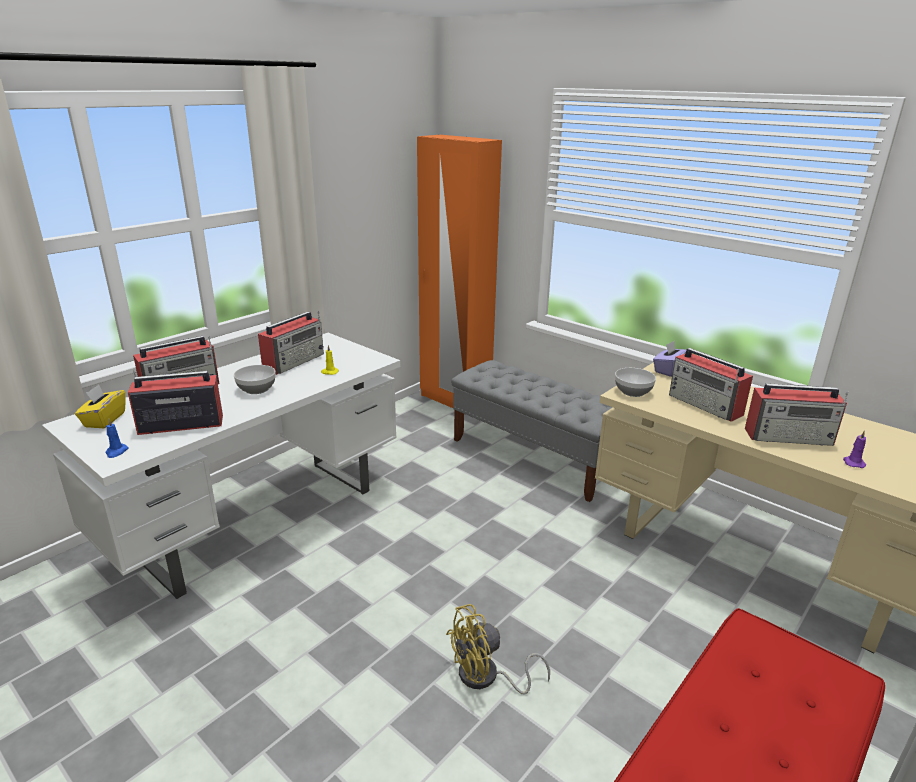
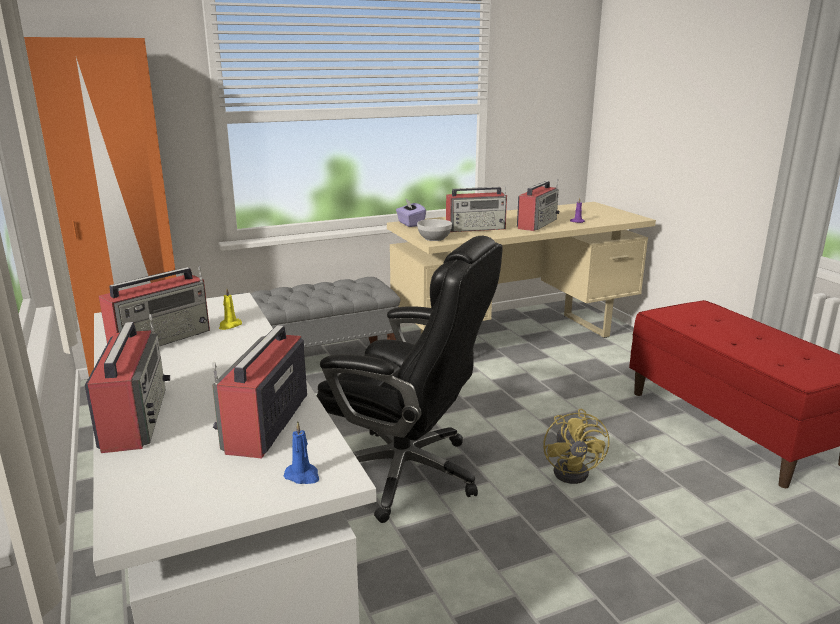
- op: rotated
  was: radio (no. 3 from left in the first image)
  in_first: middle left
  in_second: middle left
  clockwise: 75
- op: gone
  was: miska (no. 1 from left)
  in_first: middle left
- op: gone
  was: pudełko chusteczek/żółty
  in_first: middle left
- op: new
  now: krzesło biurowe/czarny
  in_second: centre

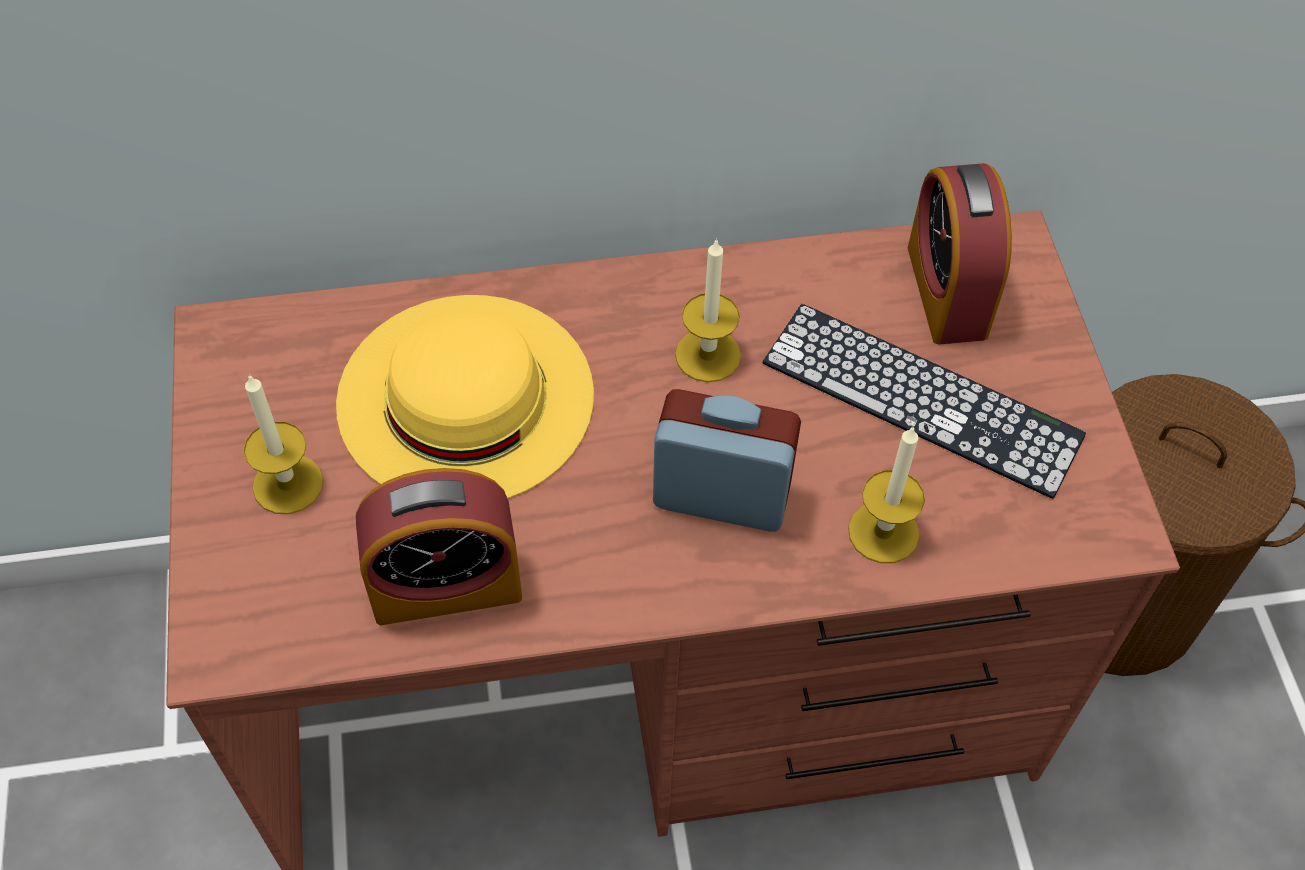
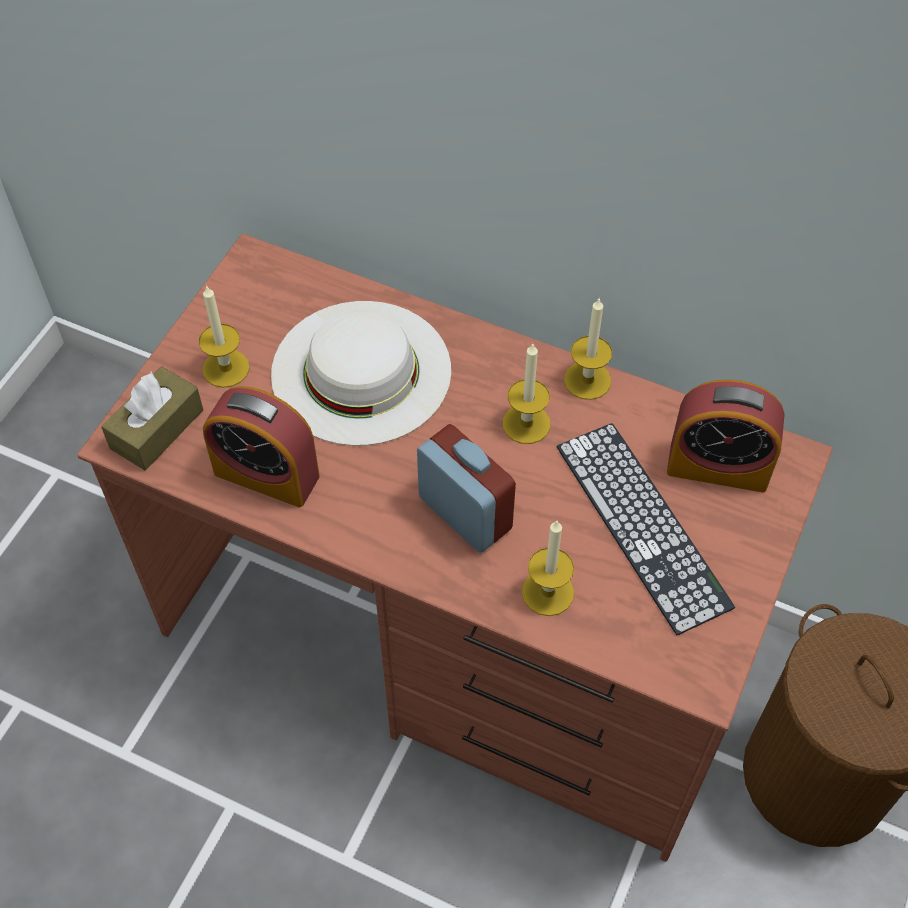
- op: rotated
  was: budzik (no. 3 from left)
  in_first: top right
  in_second: middle right
  clockwise: -105
- op: repainted
  was: kapelusz/żółty
  now: kapelusz/biały
  in_first: centre
  in_second: centre
- op: new
  now: świeca (no. 4 from left)
  in_second: centre
- op: new
  now: pudełko chusteczek/brązowy
  in_second: middle left

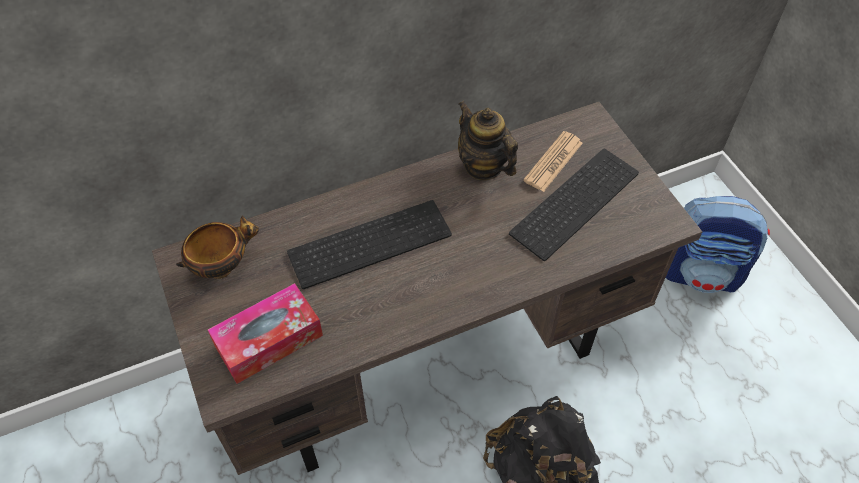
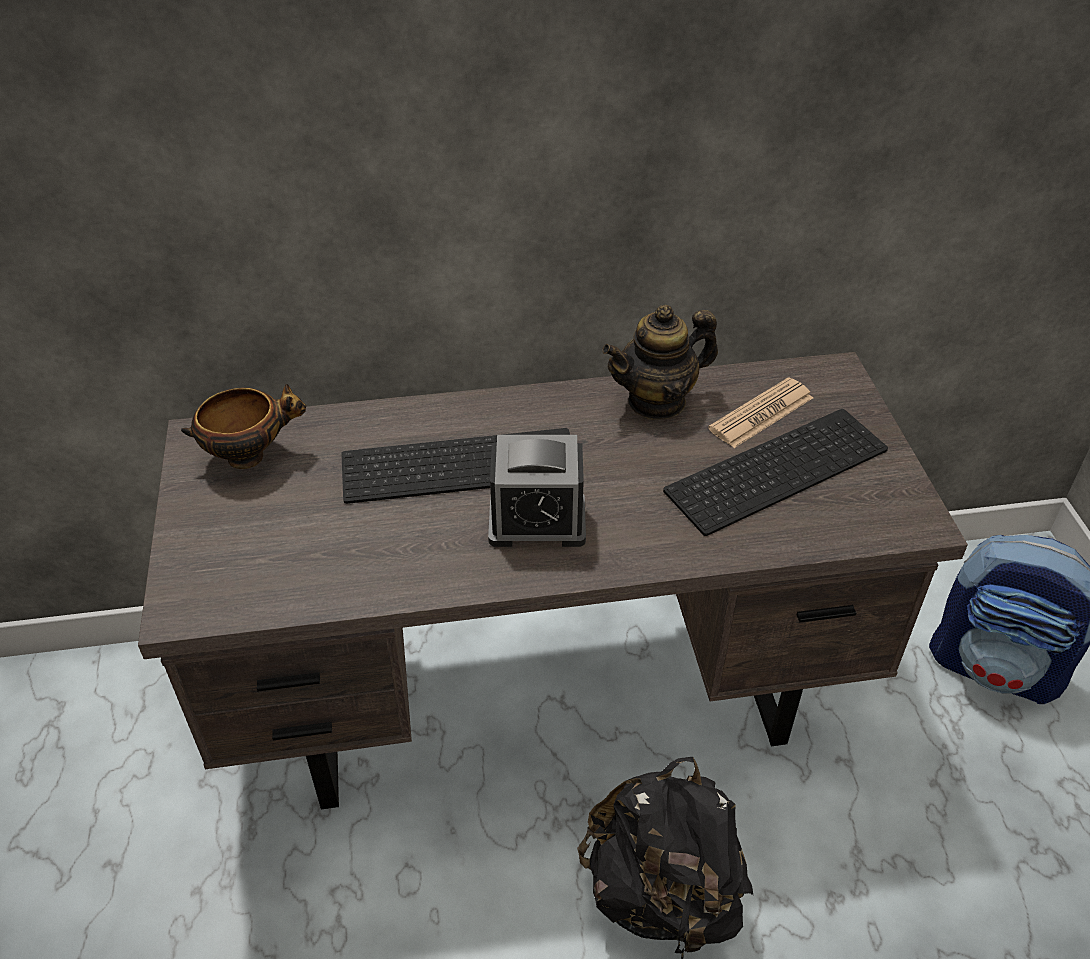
- op: rotated
  was: imbryk
  in_first: top centre
  in_second: centre
  clockwise: -90
- op: gone
  was: pudełko chusteczek
  in_first: bottom left
- op: new
  now: budzik
  in_second: centre

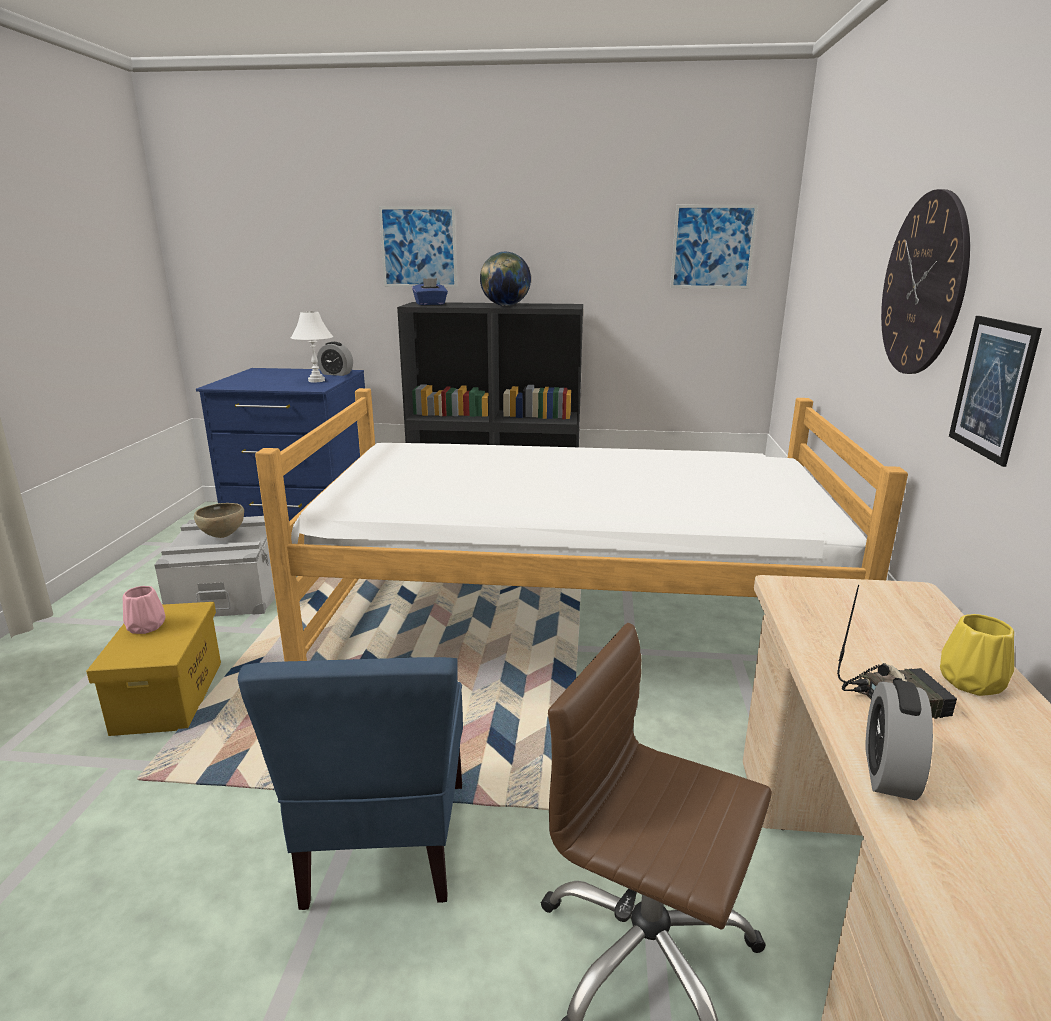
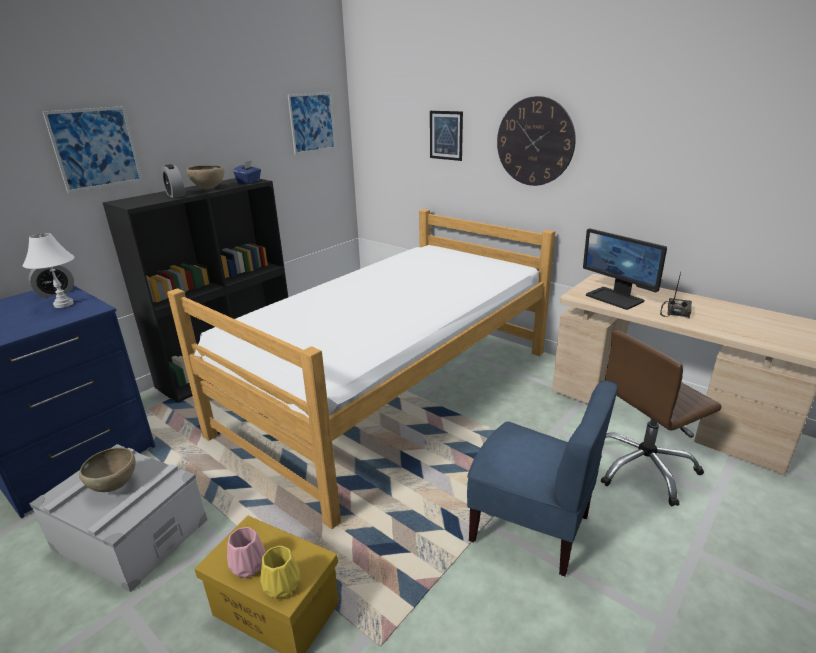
- op: swapped
  was: globus
  now: miska/brązowy (no. 2 from left)
  in_first: top centre
  in_second: top left
- op: shifted
  was: pudełko chusteczek/niebieski
  in_first: top centre
  in_second: top left
- op: shifted
  was: obraz (no. 3 from left)
  in_first: middle right
  in_second: top centre
- op: shifted
  was: wazon/żółty
  in_first: middle right
  in_second: bottom centre
- op: shifted
  was: budzik (no. 2 from left)
  in_first: bottom right
  in_second: top left
- op: new
  now: monitor
  in_second: middle right

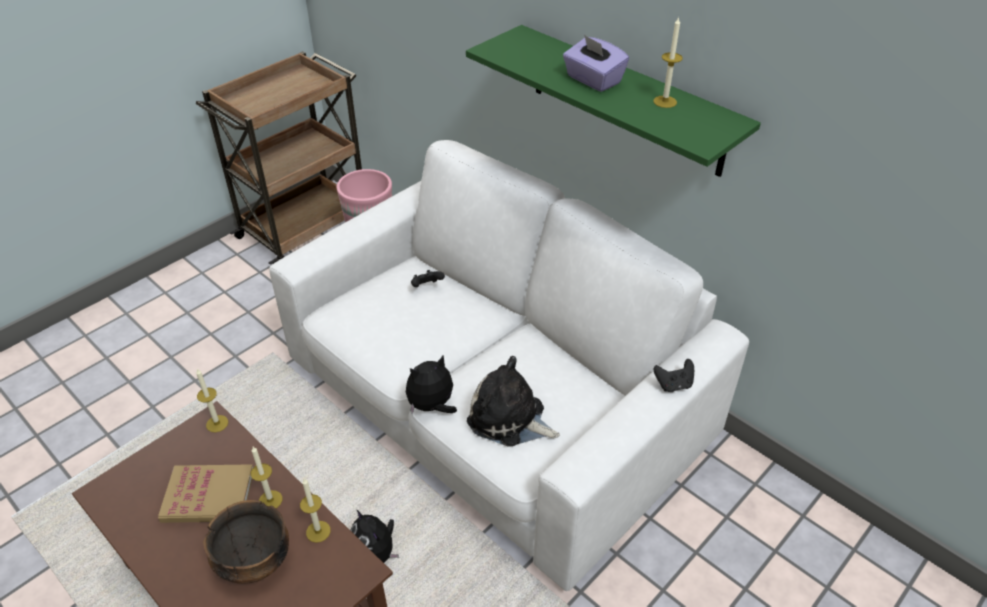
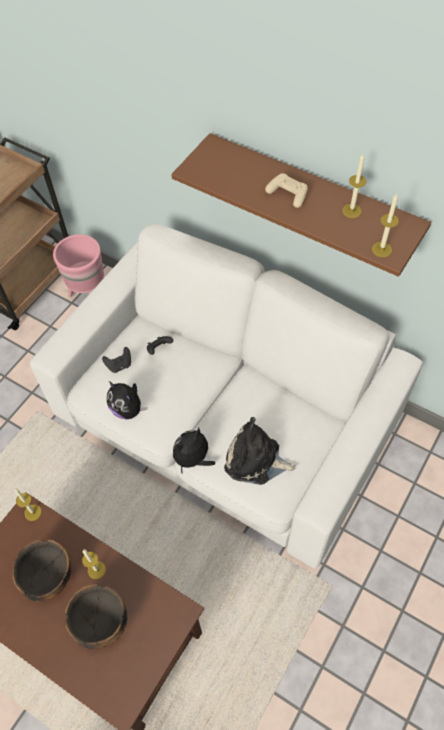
- op: repainted
  was: półka/zielony
  now: półka/brązowy
  in_first: top centre
  in_second: top right
- op: swapped
  was: pudełko chusteczek/fioletowy
  now: pad do gier/beżowy
  in_first: top centre
  in_second: top centre
- op: shifted
  was: pad do gier/czarny (no. 2 from left in the first image)
  now: pad do gier/czarny (no. 1 from left)
  in_first: middle right
  in_second: middle left
- op: swapped
  was: książka
  now: miska (no. 1 from left)
  in_first: bottom left
  in_second: bottom left
- op: shifted
  was: świeca (no. 3 from left in the first image)
  now: świeca (no. 4 from left)
  in_first: bottom left
  in_second: top right
- op: shifted
  was: pluszak (no. 1 from left)
  in_first: bottom centre
  in_second: middle left

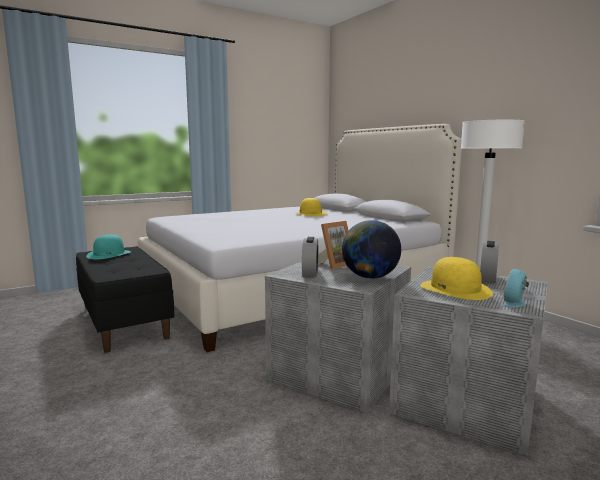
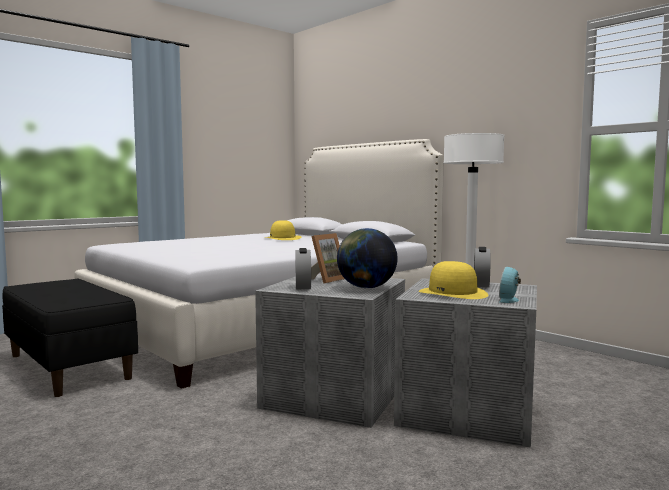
- op: gone
  was: kapelusz/turkusowy
  in_first: middle left

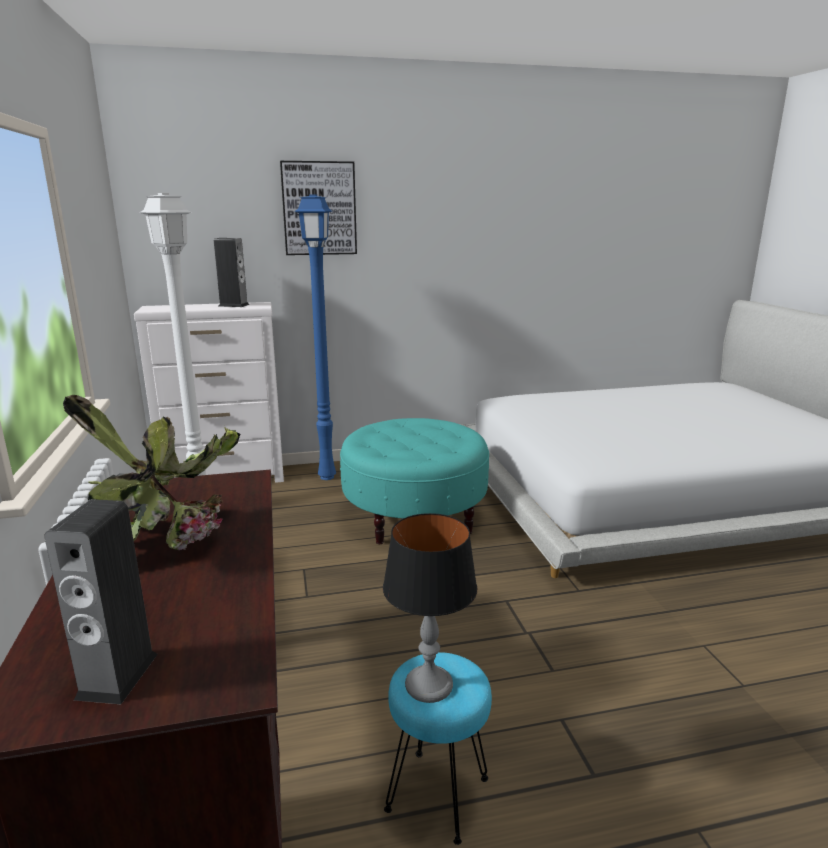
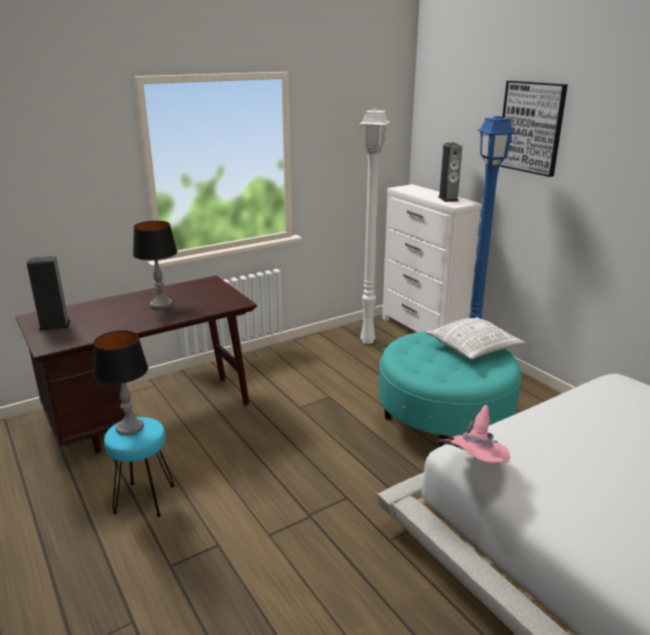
- op: swapped
  was: roślina doniczkowa
  now: lampa stołowa (no. 2 from left)
  in_first: middle left
  in_second: middle left
- op: new
  now: poduszka
  in_second: middle right
- op: new
  now: kapelusz/różowy
  in_second: bottom right

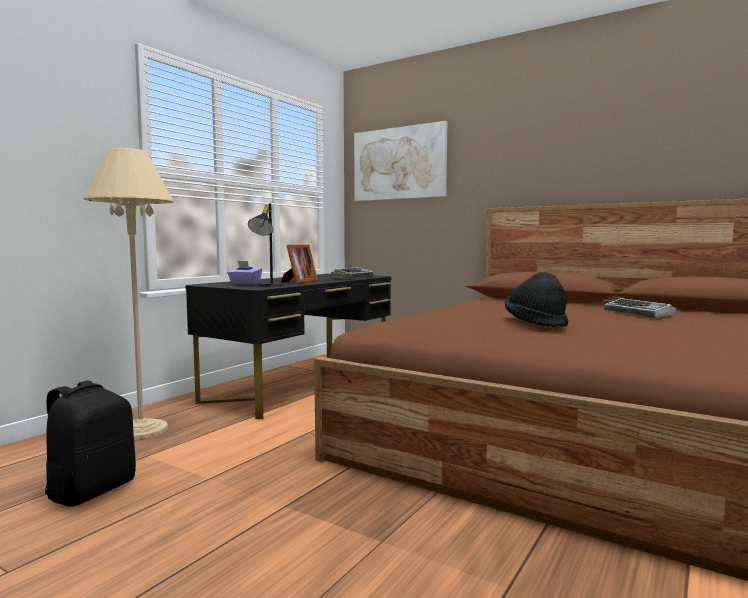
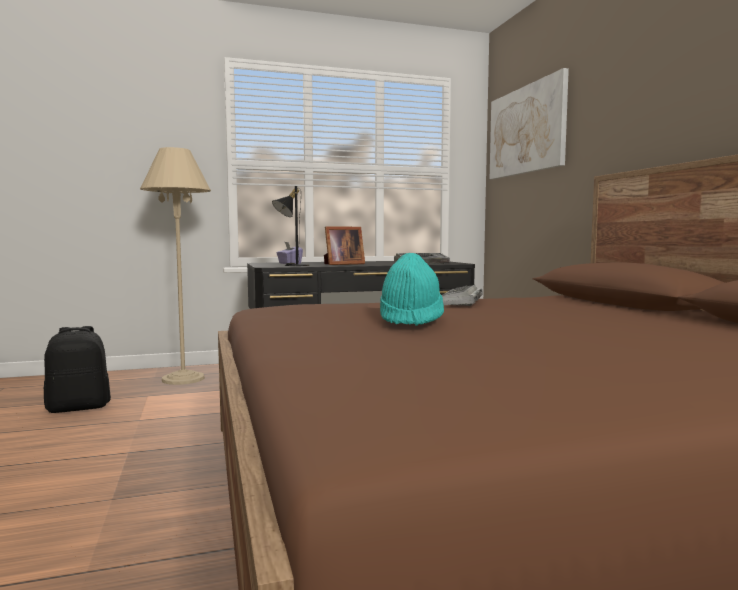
- op: repainted
  was: kapelusz/czarny
  now: kapelusz/turkusowy
  in_first: middle right
  in_second: centre
- op: shifted
  was: klawiatura (no. 2 from left)
  in_first: middle right
  in_second: centre

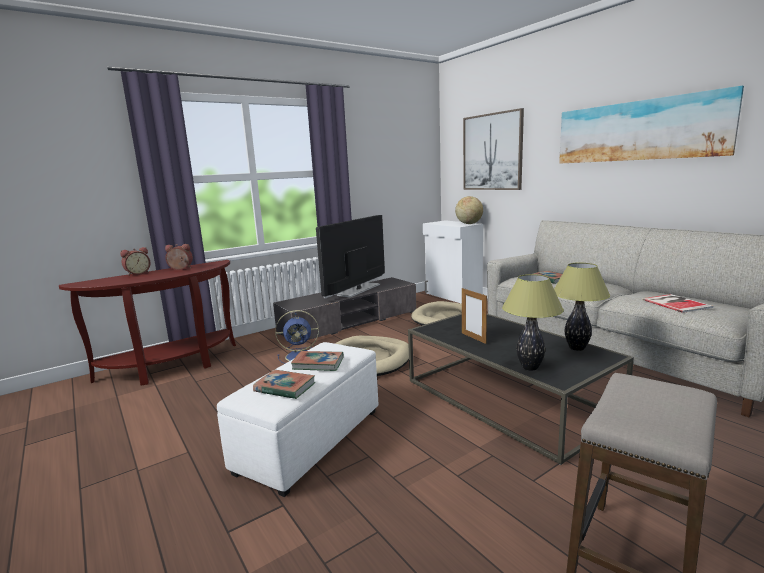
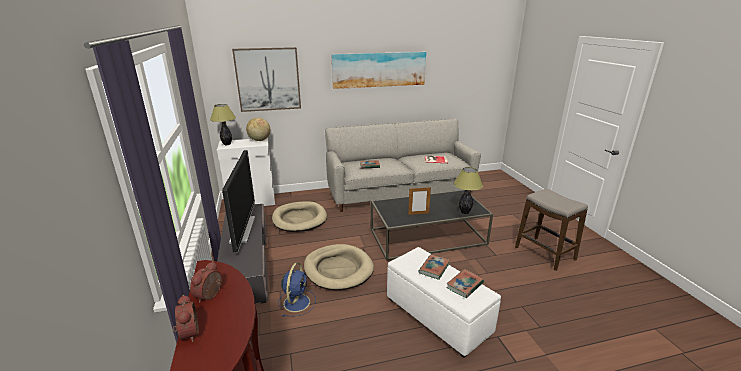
- op: rotated
  was: telewizor
  in_first: centre
  in_second: middle left
  clockwise: -150
- op: shifted
  was: lampa stołowa (no. 2 from left in the first image)
  now: lampa stołowa (no. 1 from left)
  in_first: middle right
  in_second: middle left

